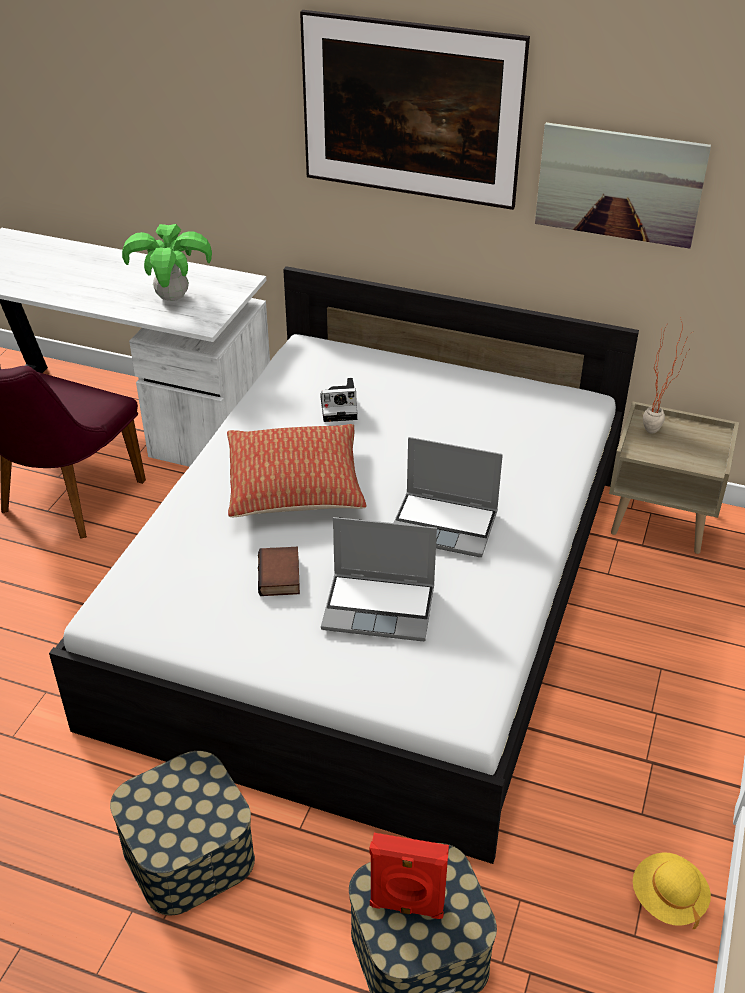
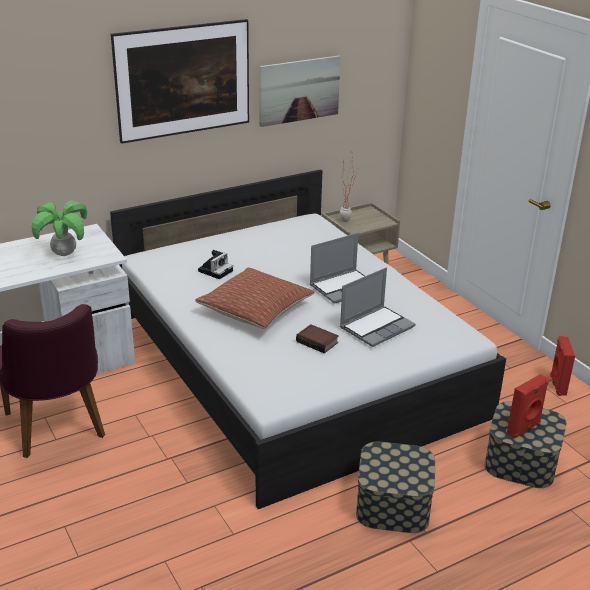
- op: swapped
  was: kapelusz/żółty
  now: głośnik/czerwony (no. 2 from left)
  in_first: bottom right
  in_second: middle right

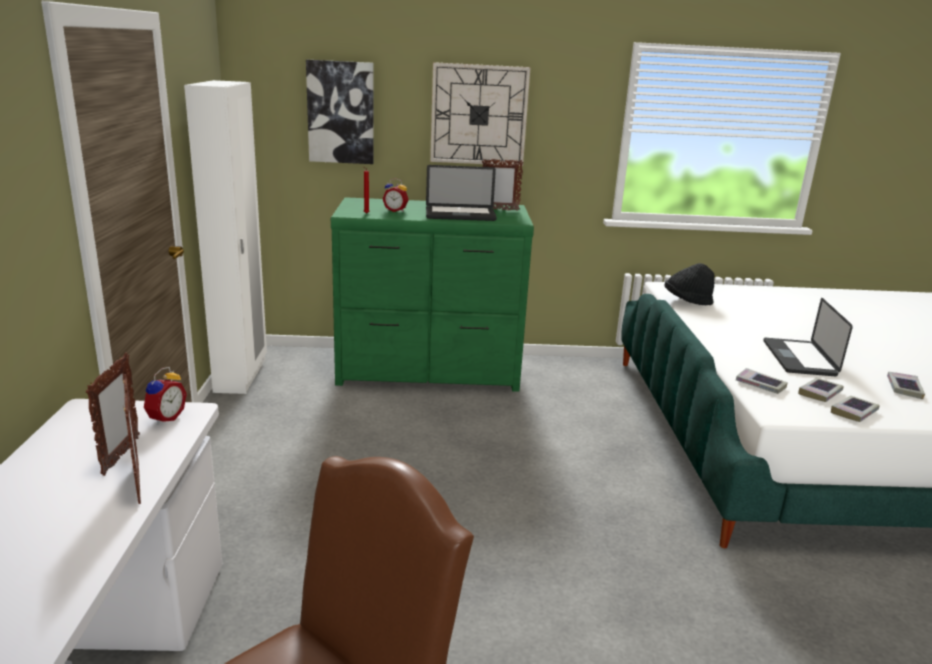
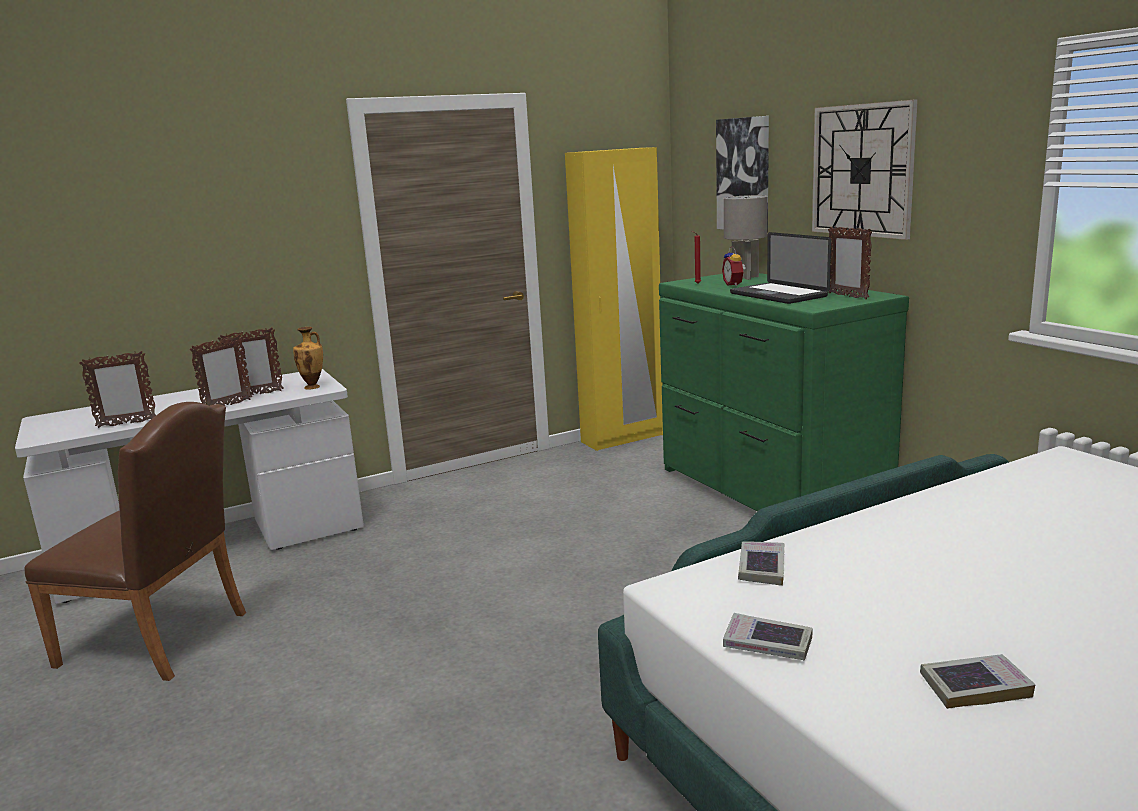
- op: repainted
  was: szafa/biały
  now: szafa/żółty
  in_first: middle left
  in_second: centre
- op: gone
  was: kapelusz/czarny
  in_first: middle right
- op: gone
  was: laptop (no. 2 from left)
  in_first: middle right
- op: swapped
  was: budzik (no. 1 from left)
  now: wazon
  in_first: middle left
  in_second: middle left
- op: gone
  was: książka (no. 2 from left)
  in_first: middle right
- op: new
  now: lampa stołowa/szary
  in_second: top centre
- op: new
  now: ramka na zdjęcie (no. 1 from left)
  in_second: middle left

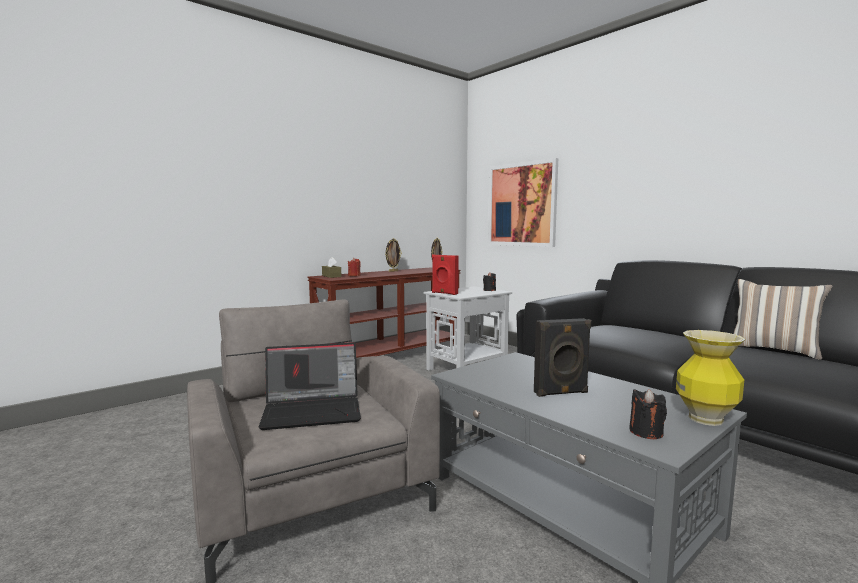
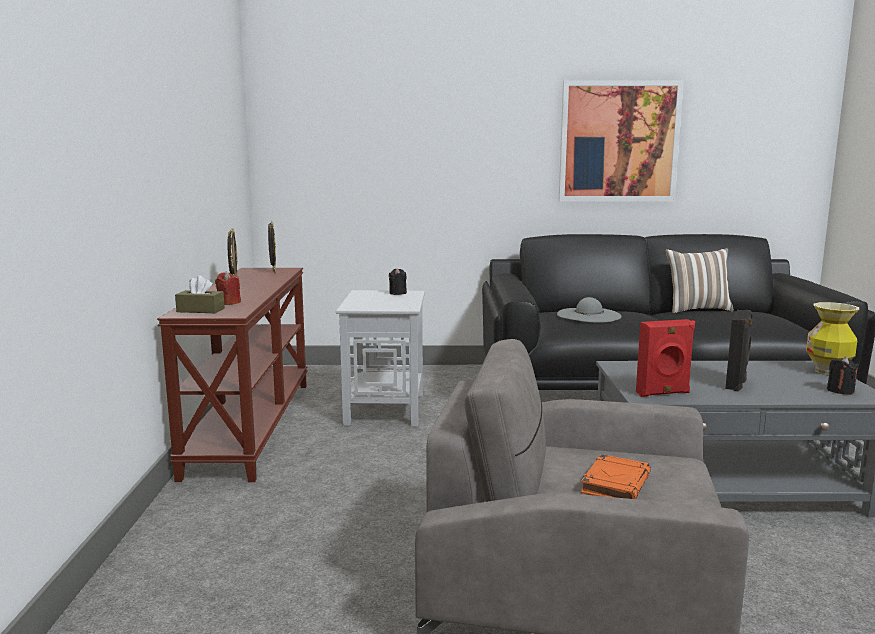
- op: shifted
  was: obraz
  in_first: centre
  in_second: top right
- op: shifted
  was: głośnik/czerwony
  in_first: centre
  in_second: middle right
- op: swapped
  was: laptop
  now: książka/pomarańczowy
  in_first: centre
  in_second: bottom right
- op: new
  now: kapelusz/szary
  in_second: middle right

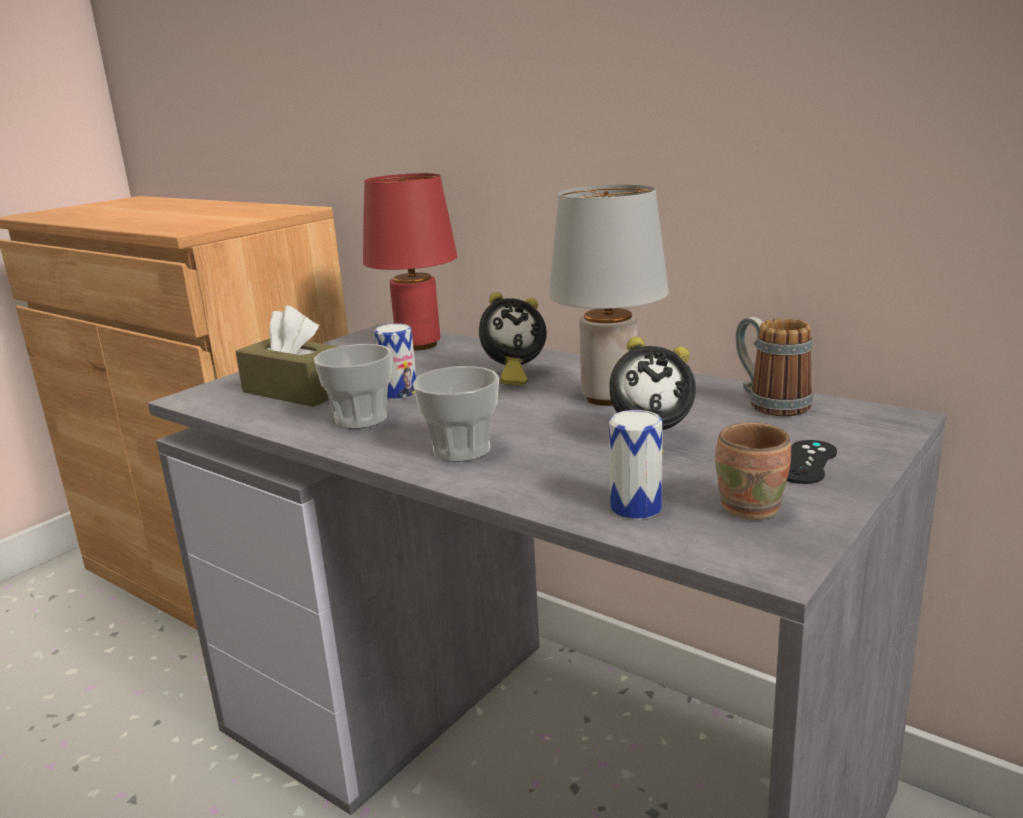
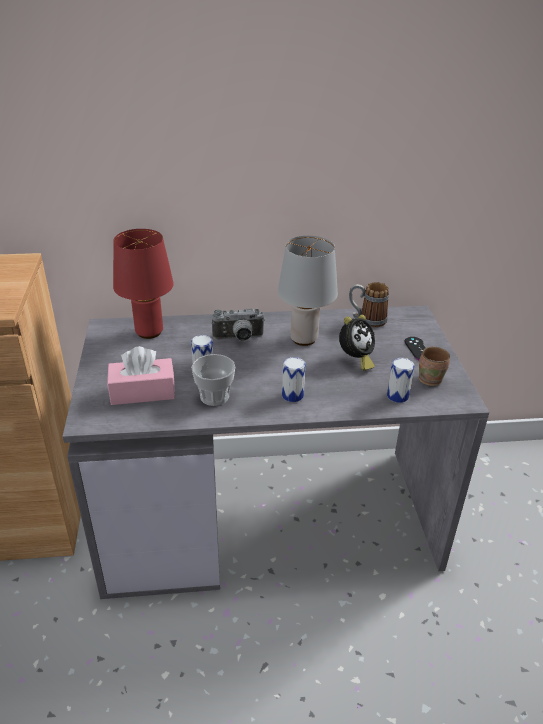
- op: swapped
  was: budzik (no. 1 from left)
  now: aparat fotograficzny
  in_first: centre
  in_second: centre
- op: repainted
  was: pudełko chusteczek/brązowy
  now: pudełko chusteczek/różowy
  in_first: middle left
  in_second: middle left
- op: swapped
  was: filiżanka (no. 2 from left)
  now: puszka (no. 2 from left)
  in_first: centre
  in_second: centre

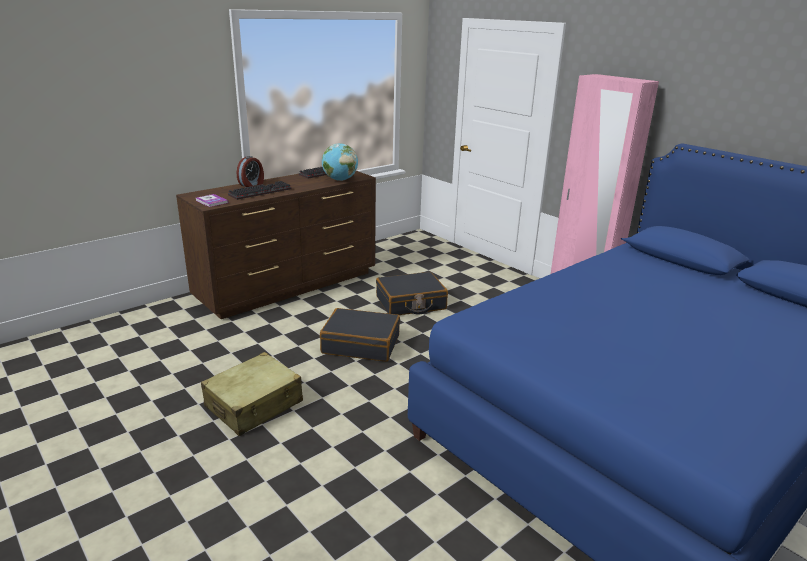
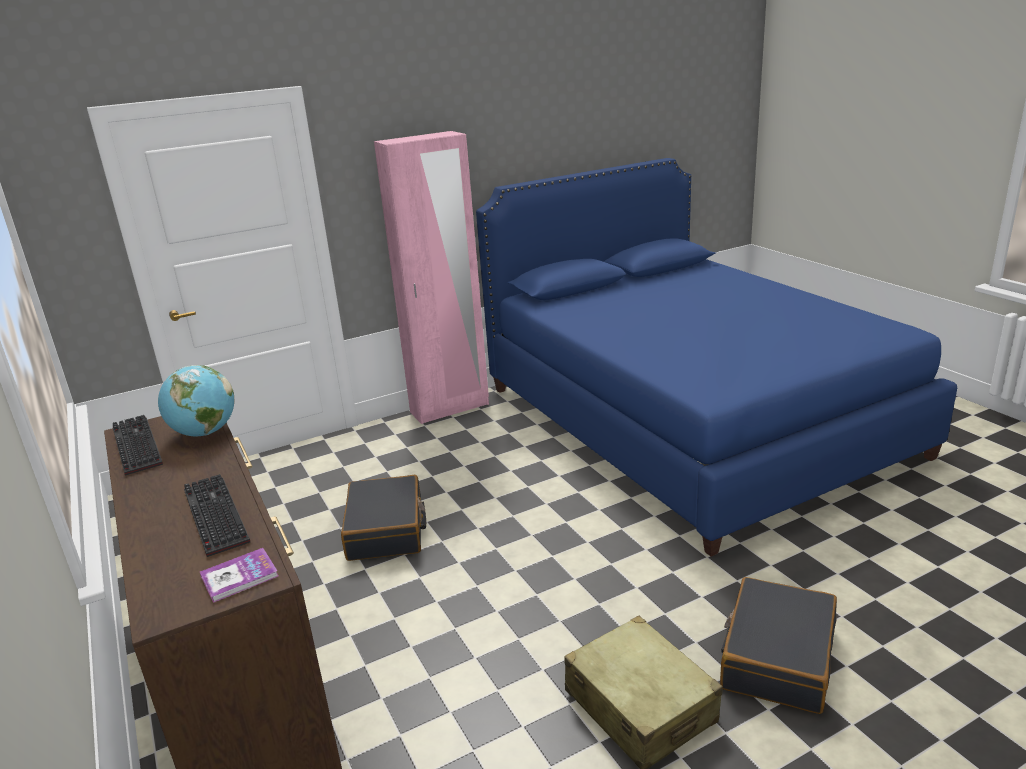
- op: gone
  was: budzik
  in_first: top left
- op: shifted
  was: walizka/czarny (no. 1 from left in the first image)
  now: walizka/czarny (no. 2 from left)
  in_first: centre
  in_second: bottom right

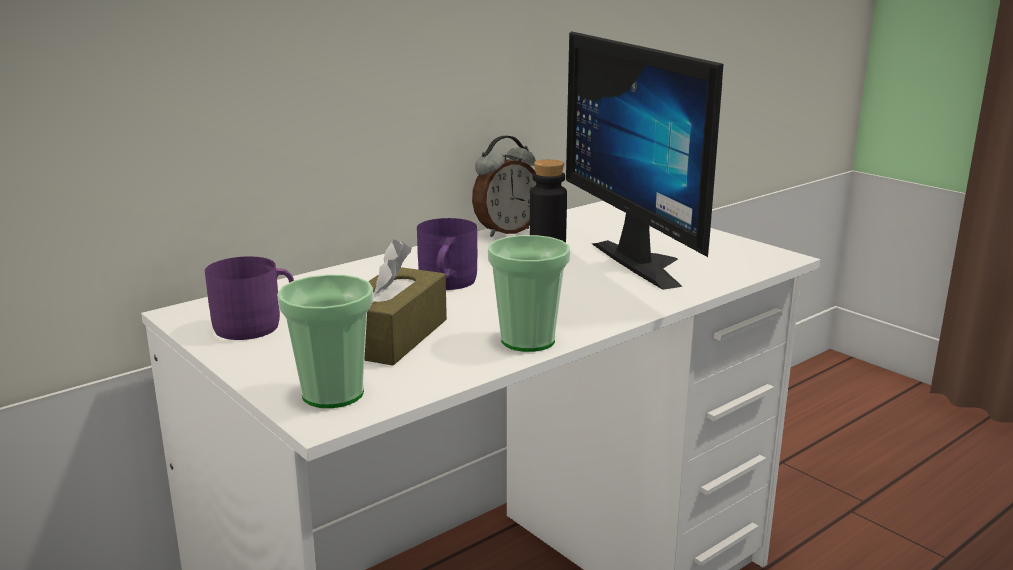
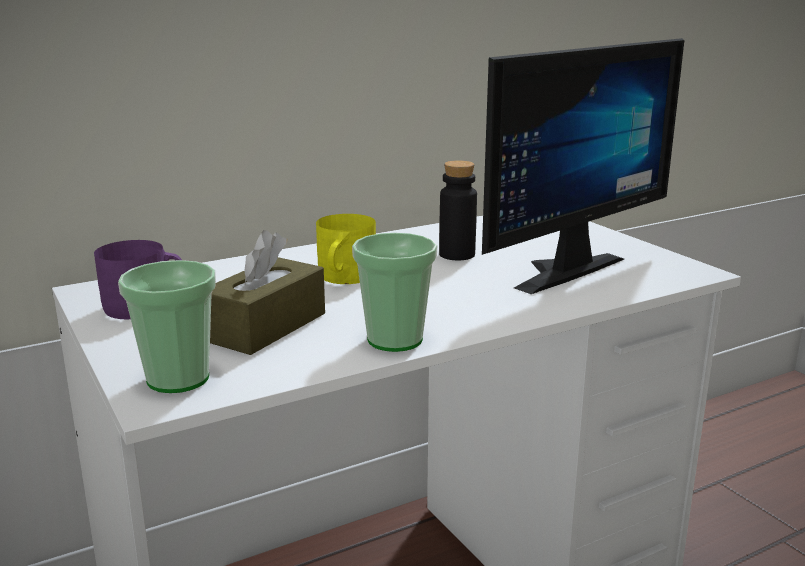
- op: rotated
  was: monitor
  in_first: top centre
  in_second: top right
  clockwise: -120
- op: gone
  was: budzik
  in_first: top centre
- op: repainted
  was: kubek/fioletowy (no. 2 from left)
  now: kubek/żółty
  in_first: centre
  in_second: centre

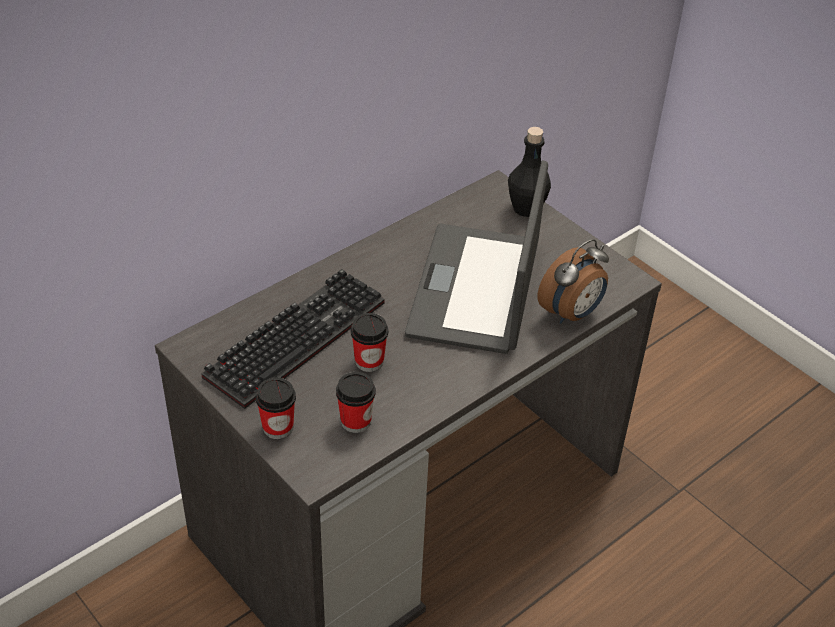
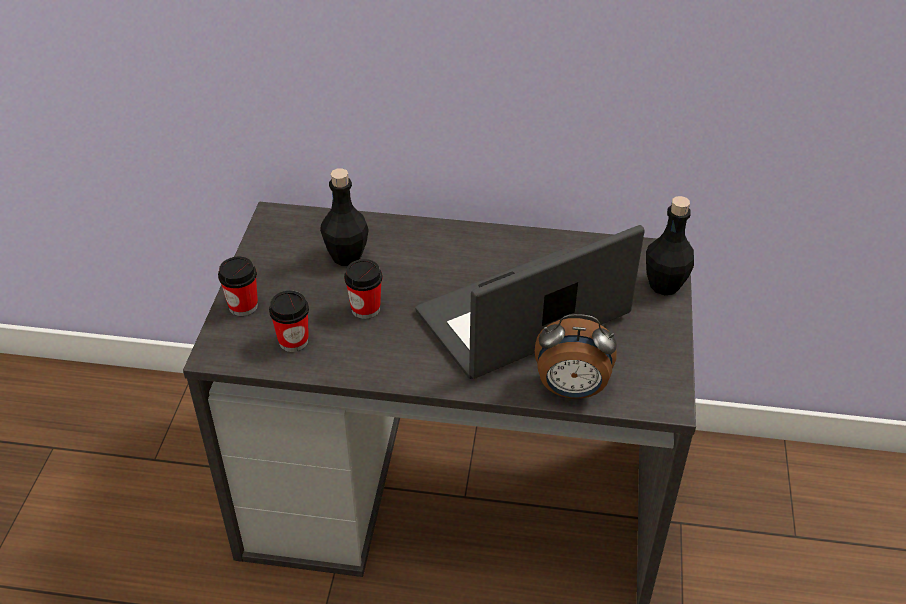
- op: swapped
  was: klawiatura
  now: butelka/czarny (no. 1 from left)
  in_first: centre
  in_second: centre

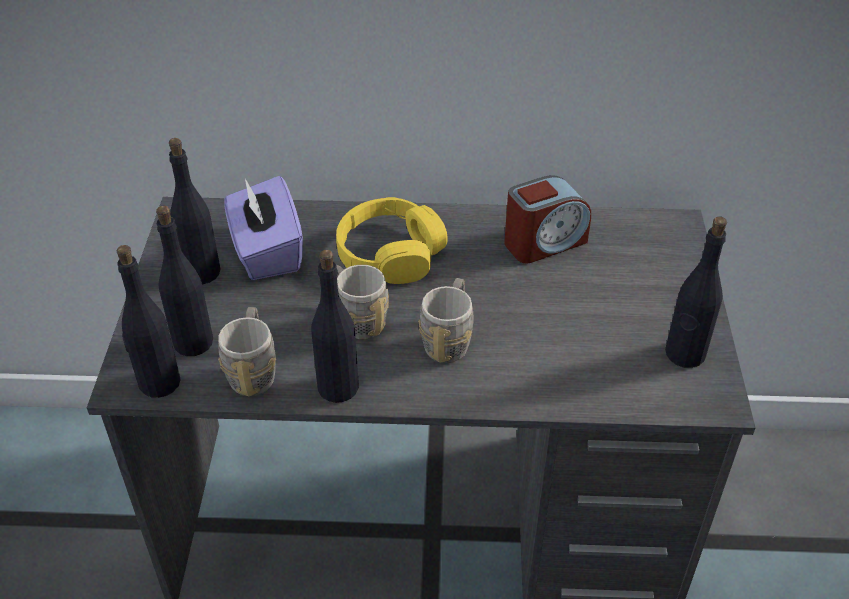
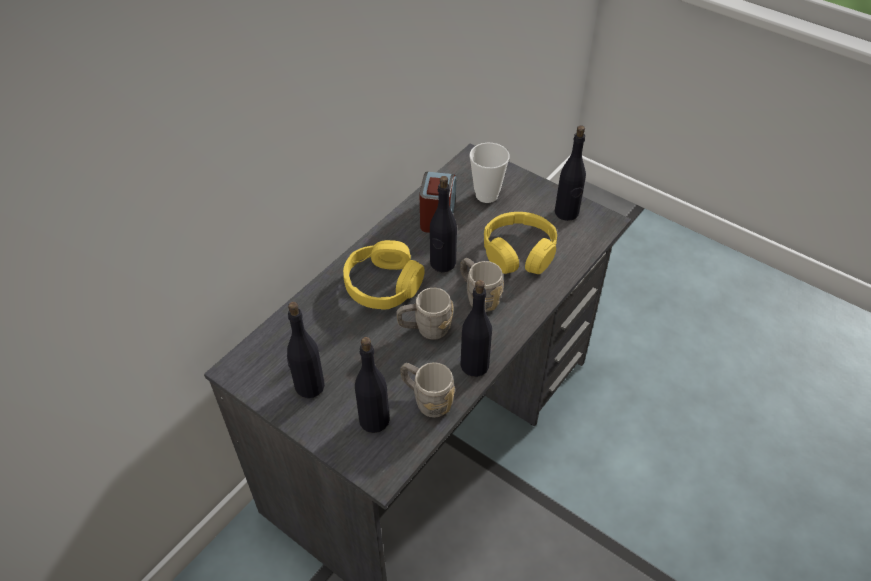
- op: gone
  was: pudełko chusteczek/fioletowy
  in_first: middle left
- op: shifted
  was: butelka/czarny (no. 1 from left in the first image)
  now: butelka/czarny (no. 3 from left)
  in_first: middle left
  in_second: centre
- op: new
  now: filiżanka
  in_second: top centre
- op: new
  now: słuchawki/żółty (no. 2 from left)
  in_second: centre

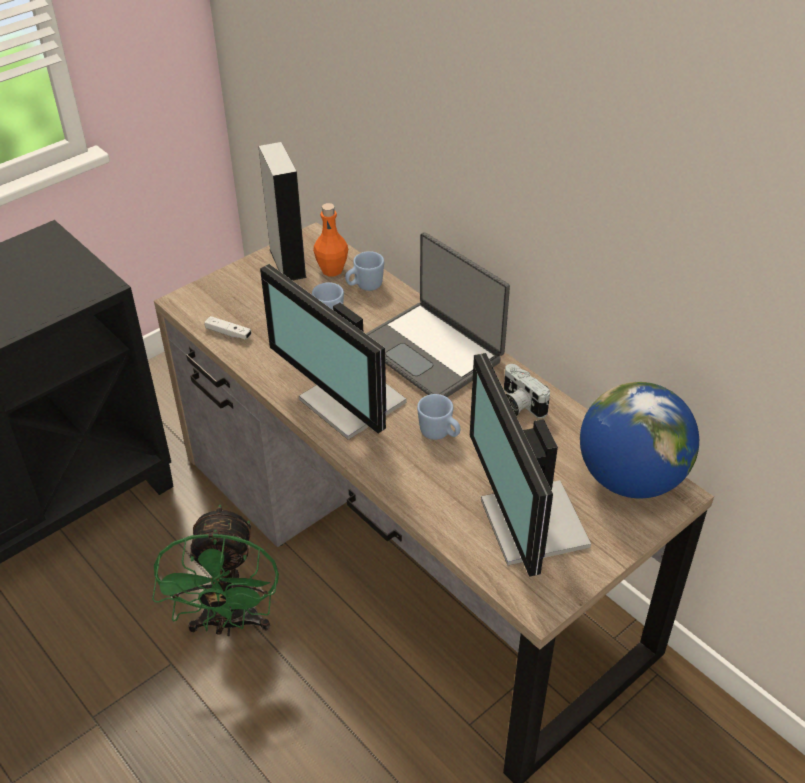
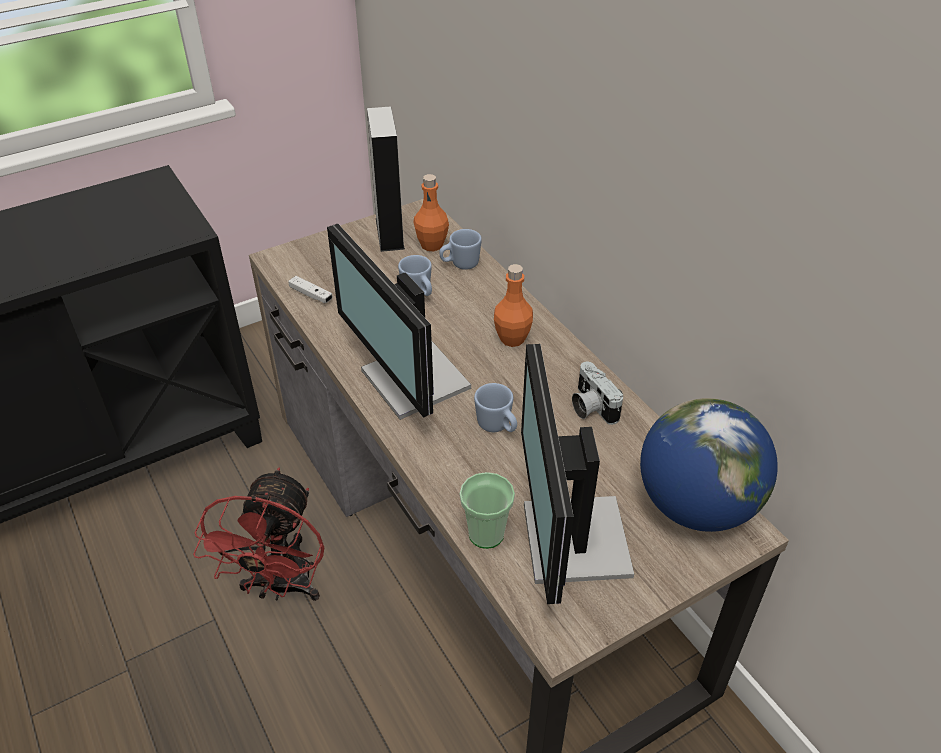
- op: swapped
  was: laptop
  now: butelka/pomarańczowy (no. 2 from left)
  in_first: centre
  in_second: centre
- op: repainted
  was: wentylator/zielony
  now: wentylator/czerwony
  in_first: bottom left
  in_second: bottom left
- op: new
  now: filiżanka
  in_second: bottom centre

